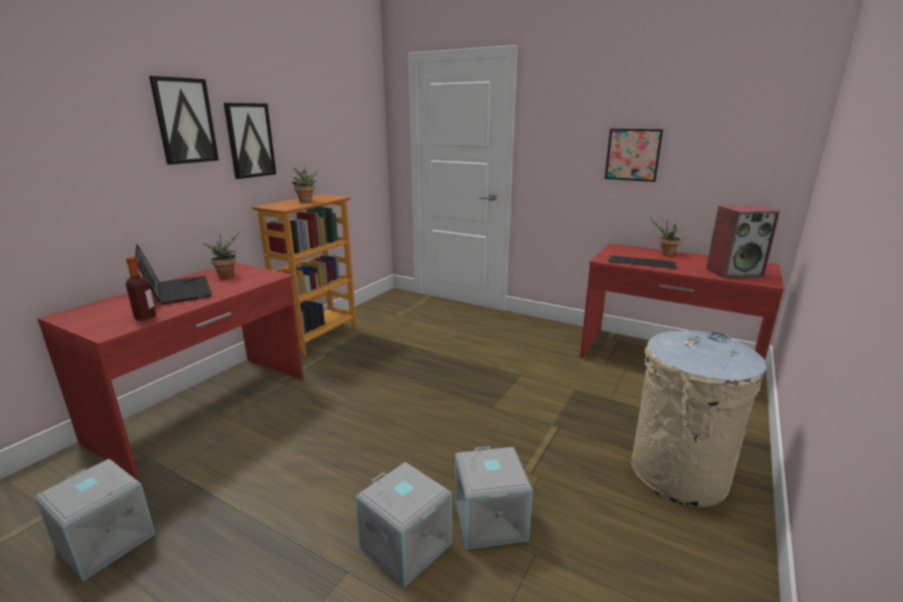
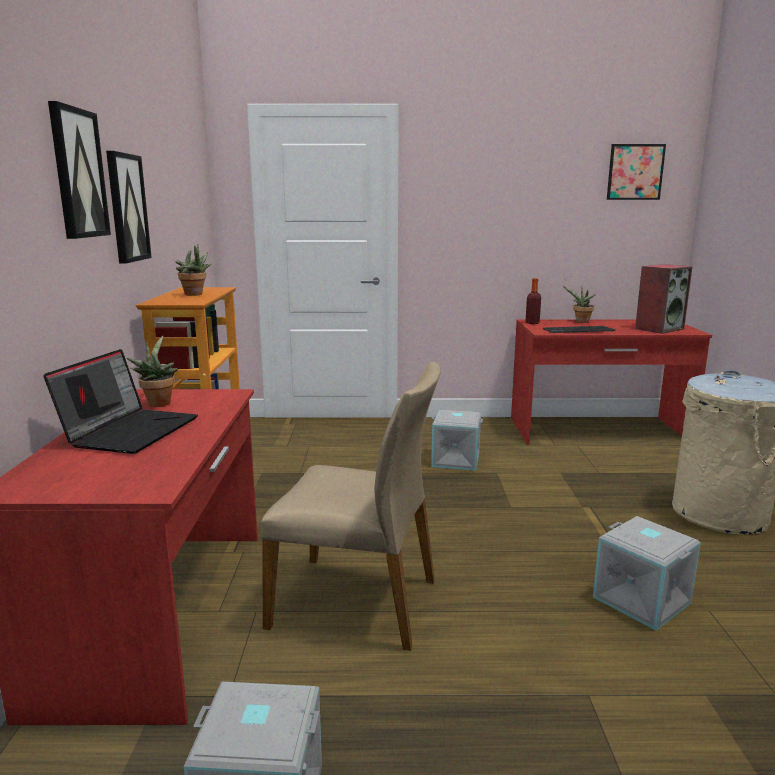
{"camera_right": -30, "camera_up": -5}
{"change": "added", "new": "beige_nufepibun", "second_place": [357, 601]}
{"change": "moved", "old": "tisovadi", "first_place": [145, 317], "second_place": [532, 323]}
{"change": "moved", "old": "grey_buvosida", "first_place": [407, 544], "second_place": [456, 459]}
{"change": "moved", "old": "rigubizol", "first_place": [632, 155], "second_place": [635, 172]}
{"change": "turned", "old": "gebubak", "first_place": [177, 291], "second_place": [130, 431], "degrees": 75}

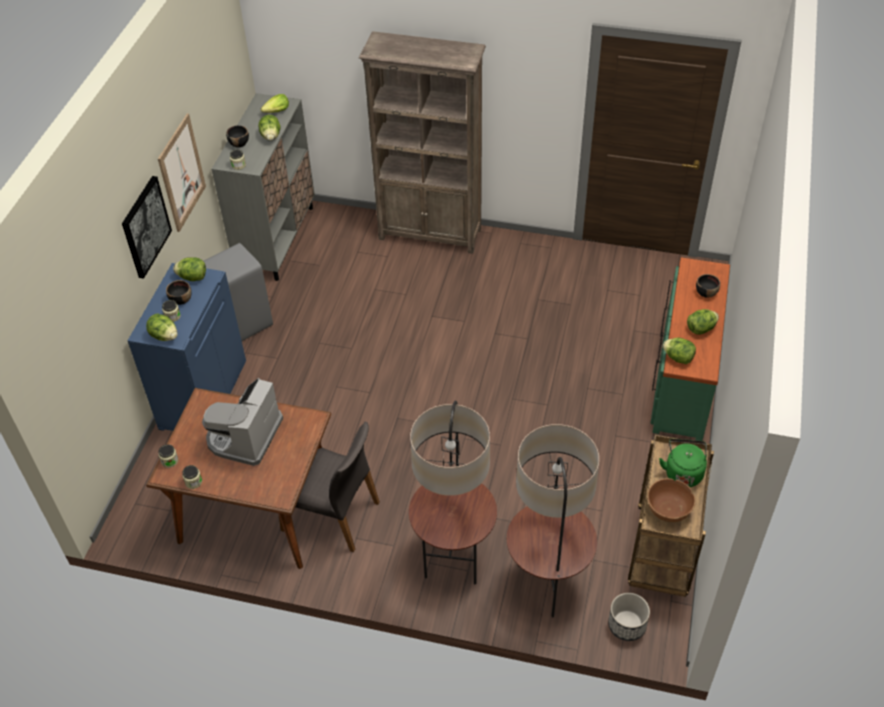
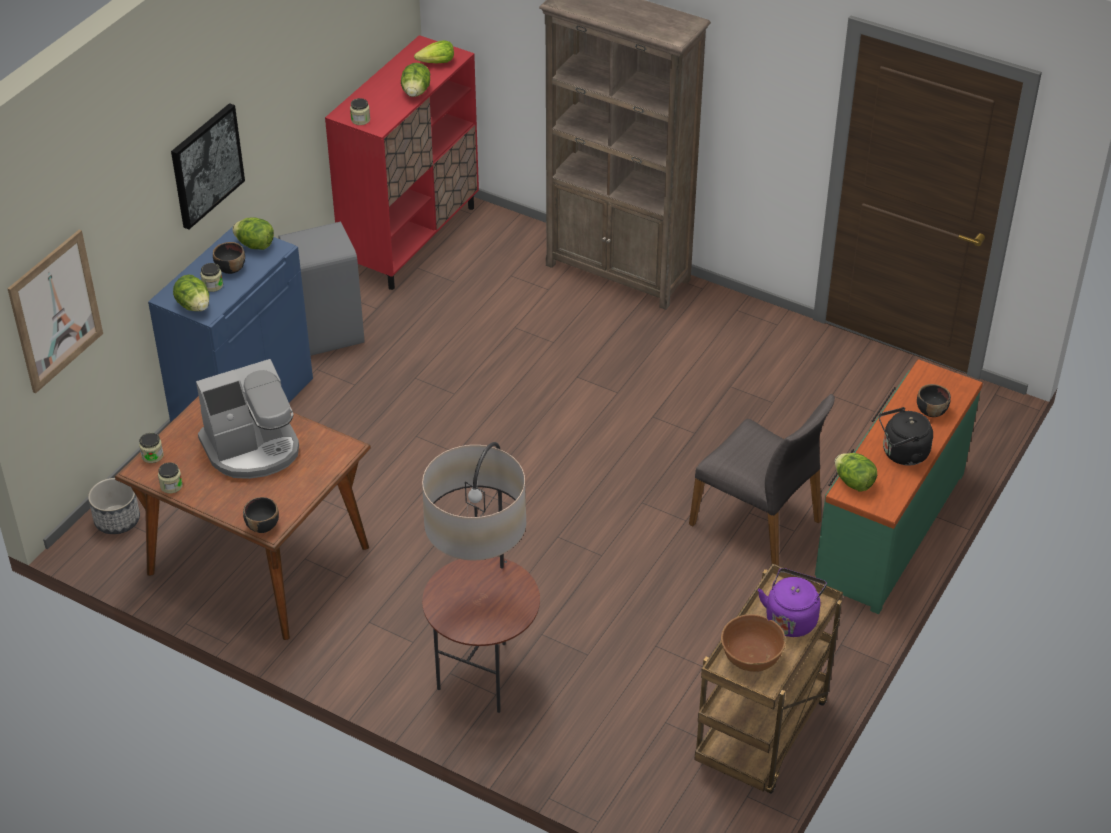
{"camera_right": 15, "camera_up": -5}
{"change": "removed", "old": "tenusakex", "first_place": [547, 585]}
{"change": "moved", "old": "rigubizol", "first_place": [181, 173], "second_place": [55, 311]}
{"change": "moved", "old": "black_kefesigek", "first_place": [239, 143], "second_place": [263, 525]}
{"change": "moved", "old": "grey_nufepibun", "first_place": [332, 515], "second_place": [757, 522]}
{"change": "moved", "old": "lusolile", "first_place": [626, 625], "second_place": [117, 520]}
{"change": "replaced", "old": "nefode", "new": "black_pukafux", "first_place": [700, 329], "second_place": [902, 454]}
{"change": "recoloured", "old": "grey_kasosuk", "new": "red_kasosuk", "first_place": [277, 239], "second_place": [411, 238]}
{"change": "recoloured", "old": "green_pukafux", "new": "purple_pukafux", "first_place": [683, 472], "second_place": [791, 618]}
{"change": "turned", "old": "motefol", "first_place": [244, 436], "second_place": [252, 448], "degrees": -150}

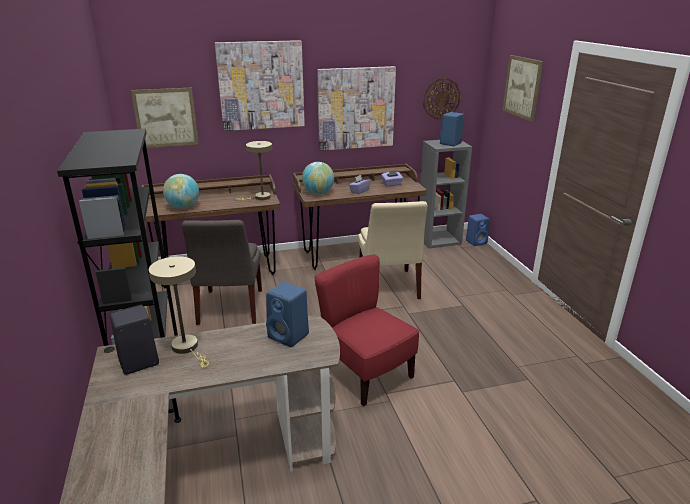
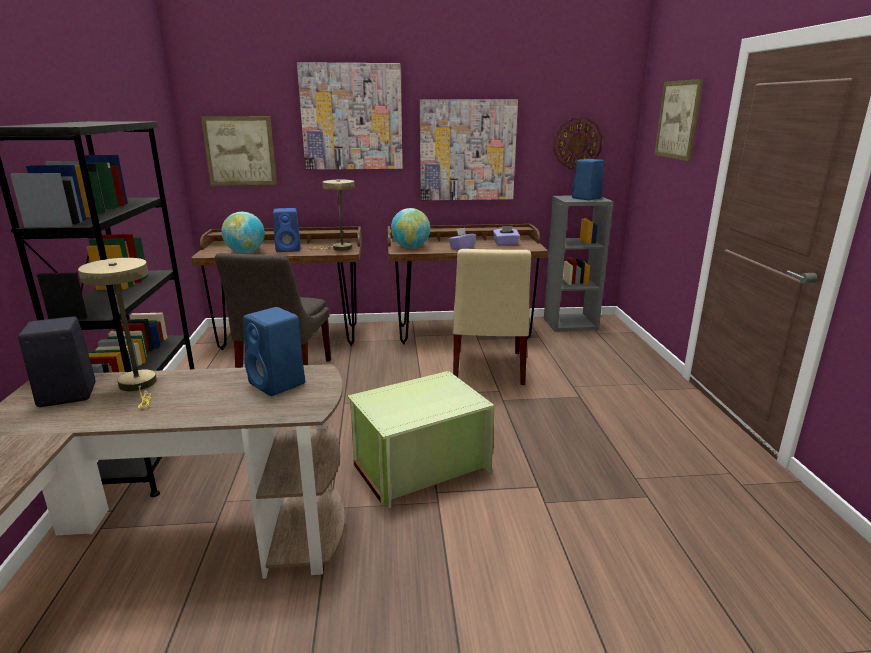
{"camera_right": 10, "camera_up": -5}
{"change": "moved", "old": "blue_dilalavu", "first_place": [476, 242], "second_place": [289, 249]}
{"change": "replaced", "old": "red_nufepibun", "new": "green_buvosida", "first_place": [367, 374], "second_place": [419, 466]}

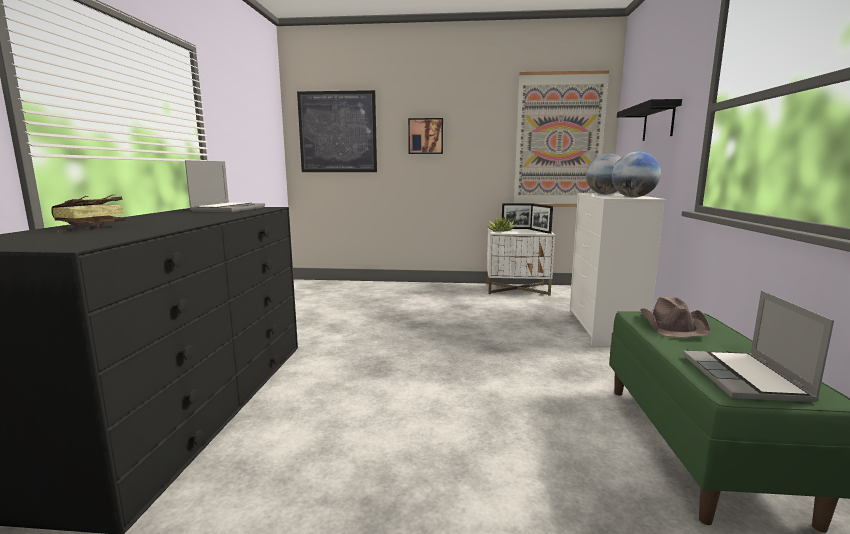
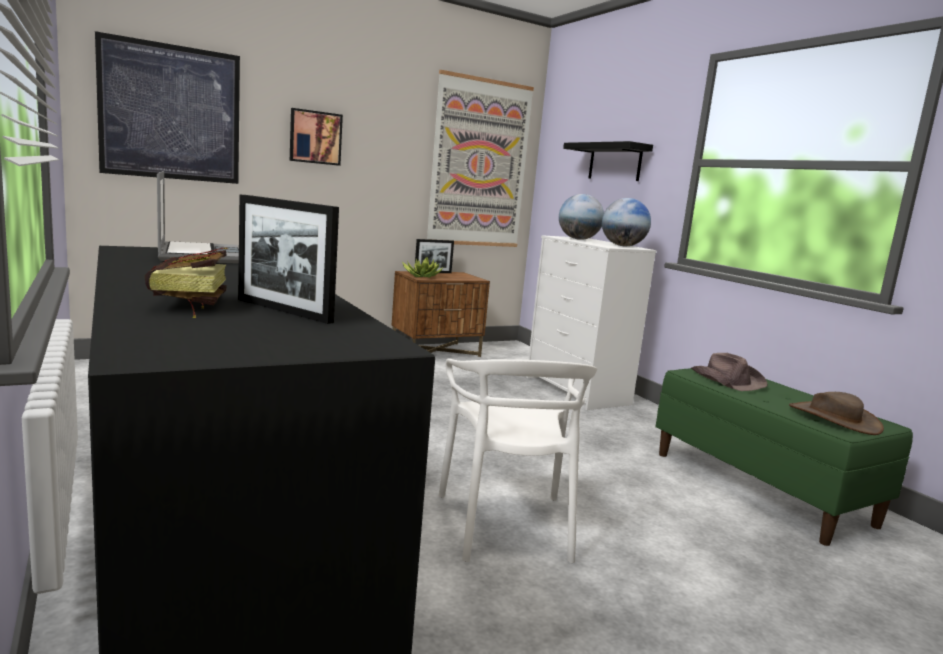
{"camera_right": -35, "camera_up": 0}
{"change": "added", "new": "white_nufepibun", "second_place": [506, 525]}
{"change": "moved", "old": "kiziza", "first_place": [540, 231], "second_place": [283, 310]}
{"change": "replaced", "old": "gebubak", "new": "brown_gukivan", "first_place": [746, 378], "second_place": [834, 419]}
{"change": "recoloured", "old": "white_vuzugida", "new": "brown_vuzugida", "first_place": [517, 289], "second_place": [436, 351]}

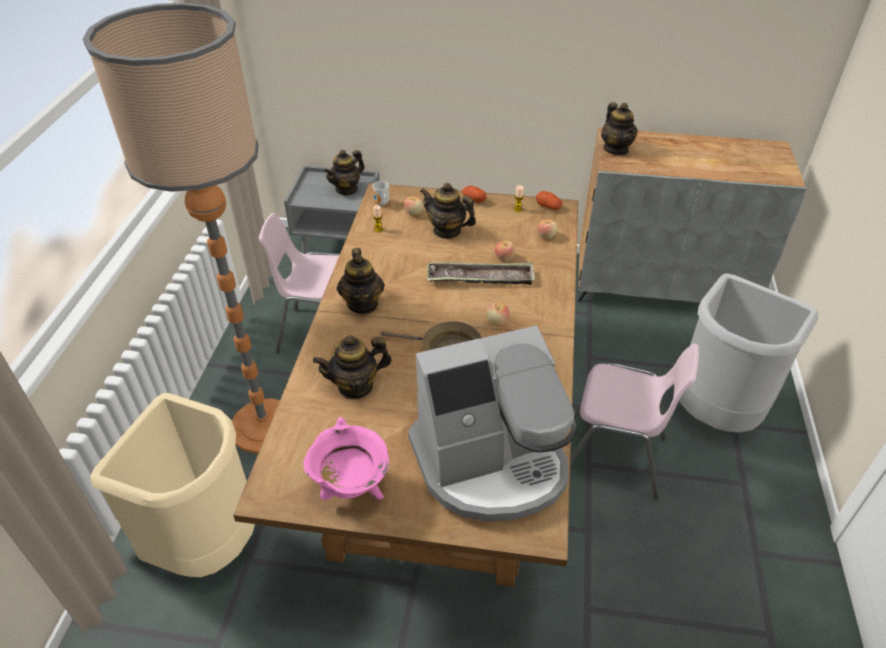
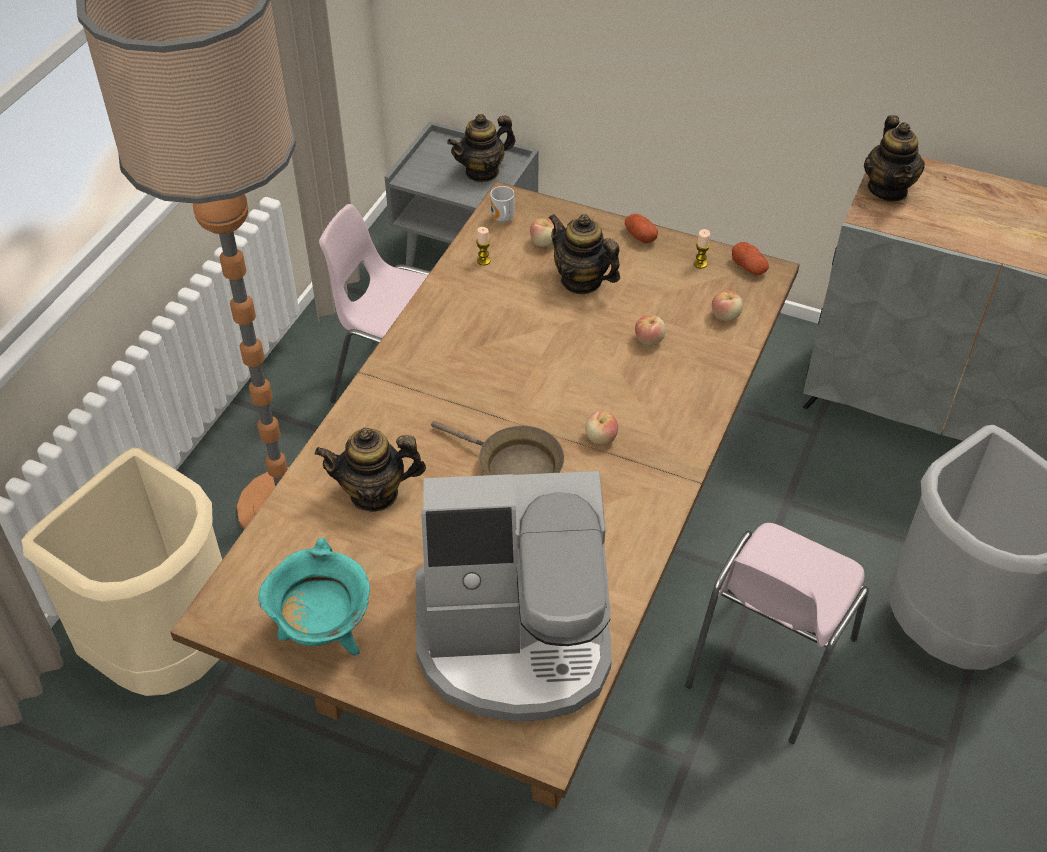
{"camera_right": 15, "camera_up": 5}
{"change": "removed", "old": "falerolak", "first_place": [363, 304]}
{"change": "removed", "old": "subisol", "first_place": [480, 278]}
{"change": "recoloured", "old": "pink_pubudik", "new": "turquoise_pubudik", "first_place": [352, 489], "second_place": [324, 633]}
{"change": "turned", "old": "pink_nufepibun", "first_place": [614, 457], "second_place": [767, 662], "degrees": 90}

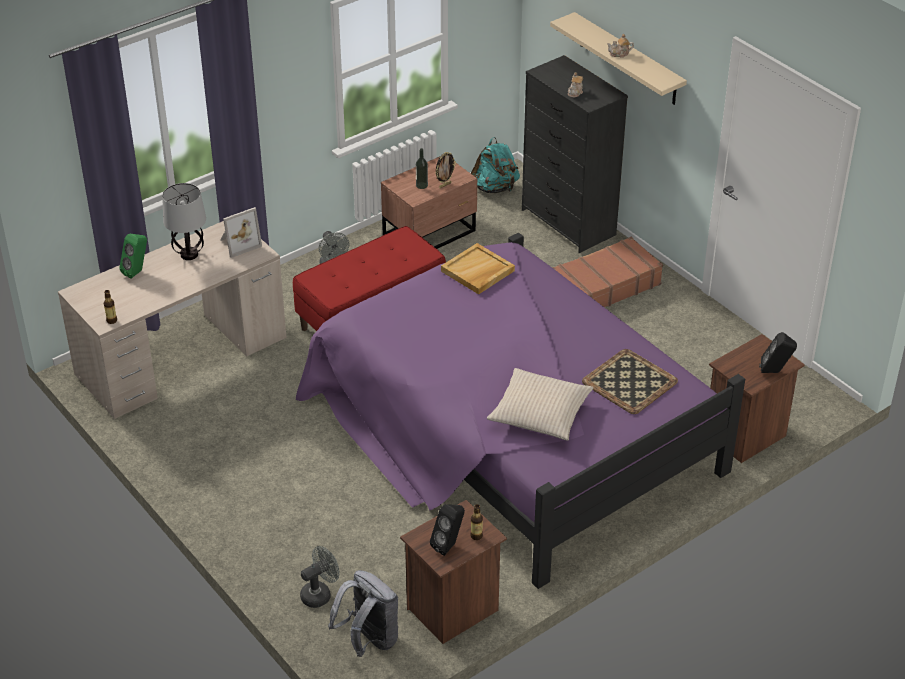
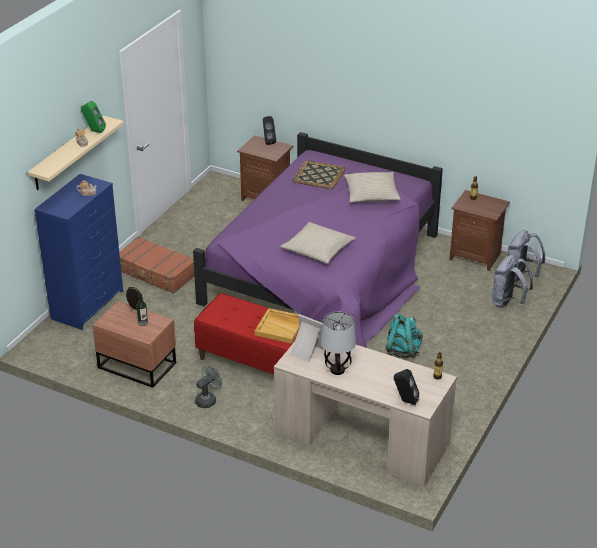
{"camera_right": -115, "camera_up": -5}
{"change": "added", "new": "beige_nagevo", "second_place": [317, 249]}
{"change": "moved", "old": "green_dilalavu", "first_place": [137, 272], "second_place": [94, 131]}
{"change": "moved", "old": "black_dilalavu", "first_place": [449, 545], "second_place": [405, 401]}
{"change": "moved", "old": "beige_subisol", "first_place": [477, 271], "second_place": [280, 327]}
{"change": "moved", "old": "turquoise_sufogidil", "first_place": [495, 188], "second_place": [403, 350]}
{"change": "replaced", "old": "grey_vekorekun", "new": "grey_sufogidil", "first_place": [320, 594], "second_place": [508, 302]}
{"change": "recoloured", "old": "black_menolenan", "new": "blue_menolenan", "first_place": [569, 223], "second_place": [88, 304]}

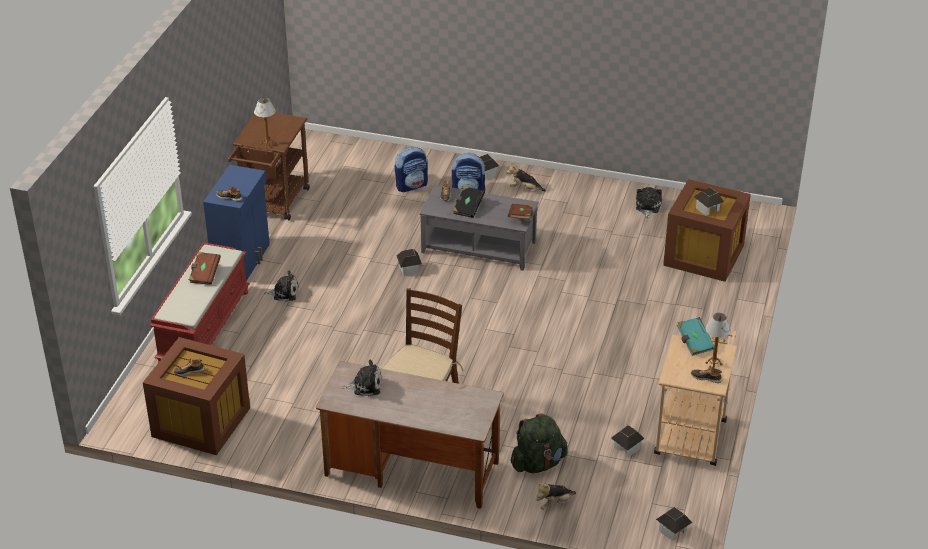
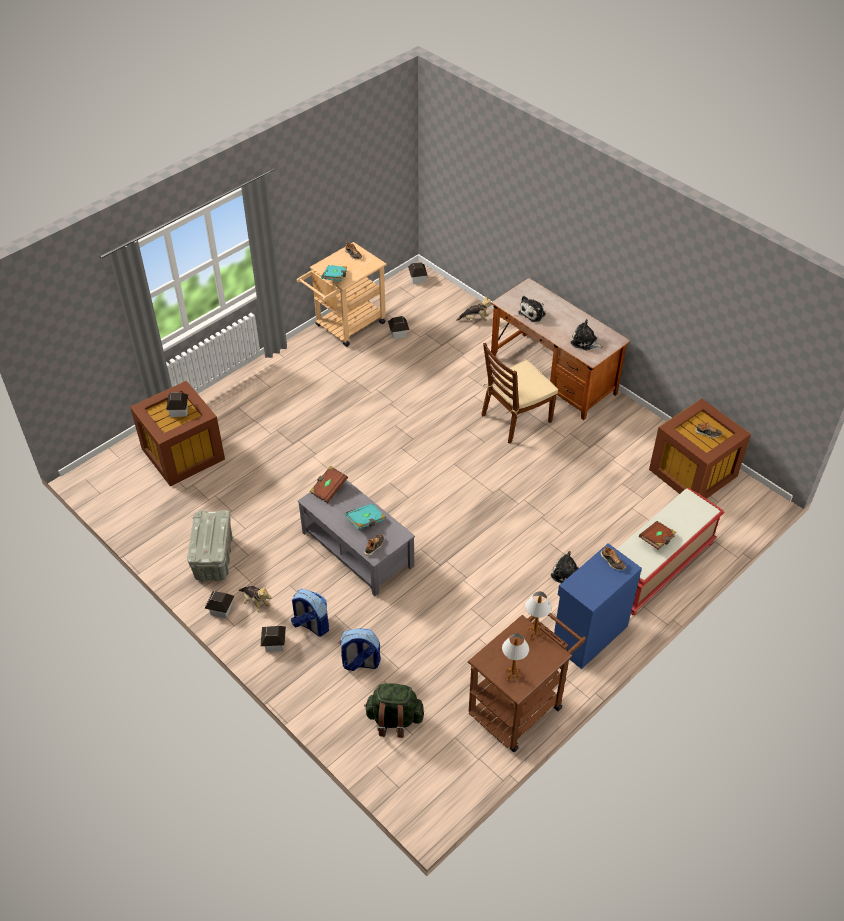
{"camera_right": -150, "camera_up": 10}
{"change": "added", "new": "grey_buvosida", "second_place": [214, 558]}
{"change": "moved", "old": "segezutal", "first_place": [409, 269], "second_place": [221, 609]}
{"change": "moved", "old": "green_sufogidil", "first_place": [538, 463], "second_place": [394, 719]}
{"change": "moved", "old": "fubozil", "first_place": [647, 207], "second_place": [533, 313]}
{"change": "moved", "old": "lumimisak", "first_place": [713, 364], "second_place": [512, 674]}
{"change": "recoloured", "old": "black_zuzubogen", "new": "turquoise_zuzubogen", "first_place": [468, 208], "second_place": [366, 521]}

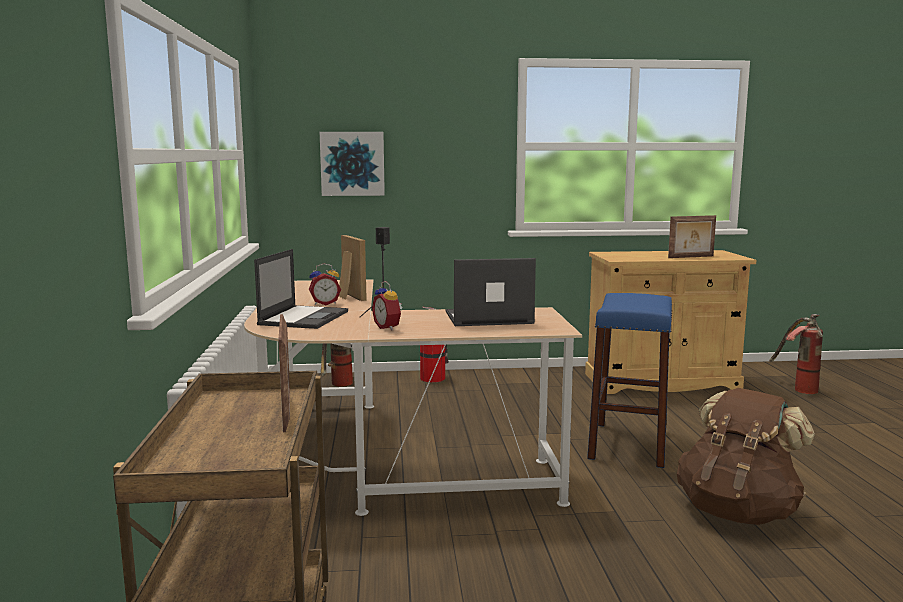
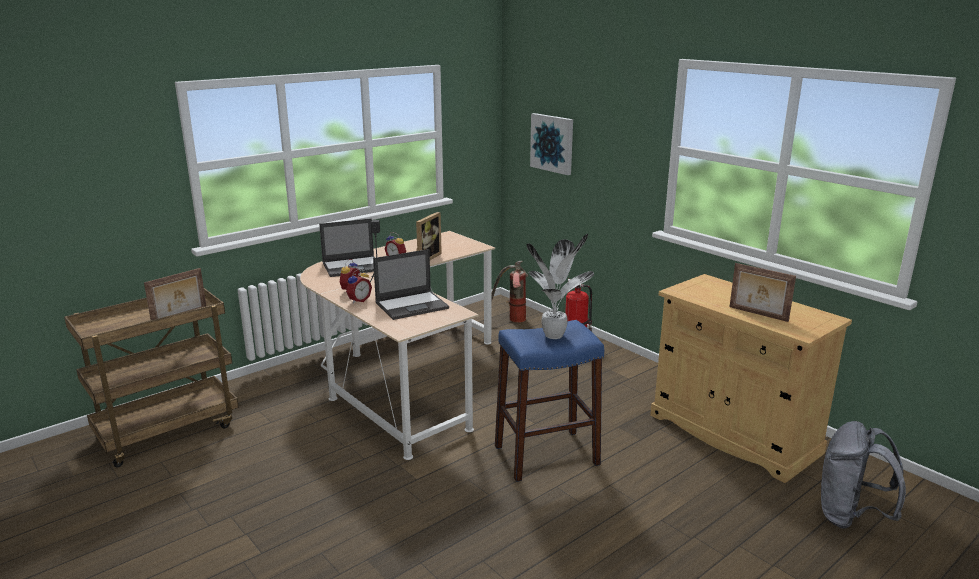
{"camera_right": 55, "camera_up": 10}
{"change": "removed", "old": "brown_sufogidil", "first_place": [738, 512]}
{"change": "added", "new": "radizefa", "second_place": [358, 300]}
{"change": "added", "new": "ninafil", "second_place": [555, 336]}
{"change": "replaced", "old": "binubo", "new": "grey_sufogidil", "first_place": [796, 388], "second_place": [850, 516]}
{"change": "turned", "old": "gebubak", "first_place": [487, 318], "second_place": [412, 305], "degrees": 105}

